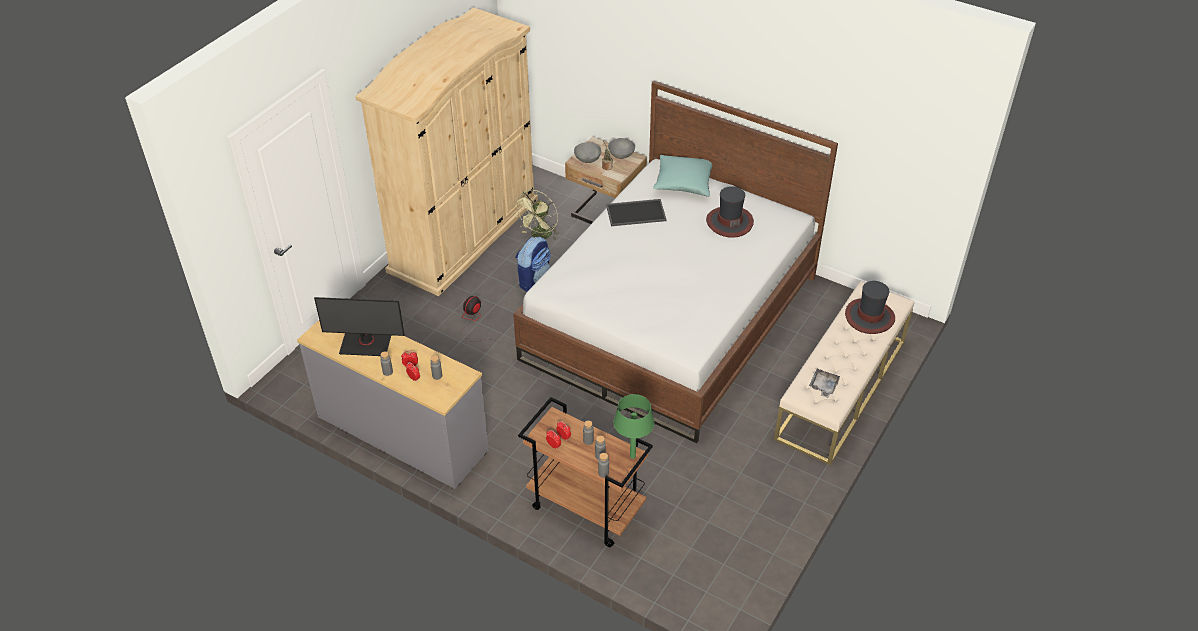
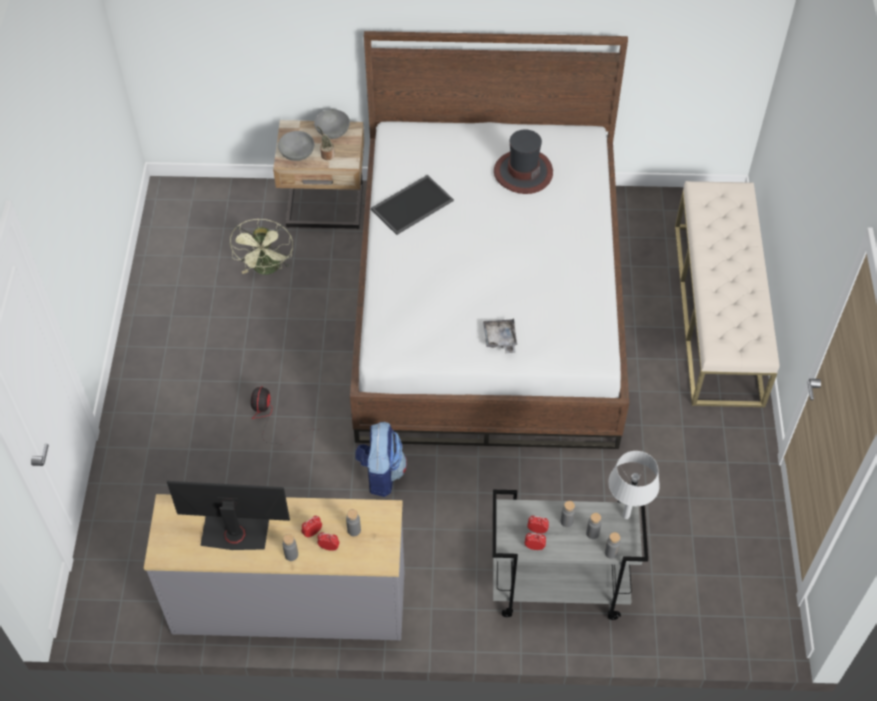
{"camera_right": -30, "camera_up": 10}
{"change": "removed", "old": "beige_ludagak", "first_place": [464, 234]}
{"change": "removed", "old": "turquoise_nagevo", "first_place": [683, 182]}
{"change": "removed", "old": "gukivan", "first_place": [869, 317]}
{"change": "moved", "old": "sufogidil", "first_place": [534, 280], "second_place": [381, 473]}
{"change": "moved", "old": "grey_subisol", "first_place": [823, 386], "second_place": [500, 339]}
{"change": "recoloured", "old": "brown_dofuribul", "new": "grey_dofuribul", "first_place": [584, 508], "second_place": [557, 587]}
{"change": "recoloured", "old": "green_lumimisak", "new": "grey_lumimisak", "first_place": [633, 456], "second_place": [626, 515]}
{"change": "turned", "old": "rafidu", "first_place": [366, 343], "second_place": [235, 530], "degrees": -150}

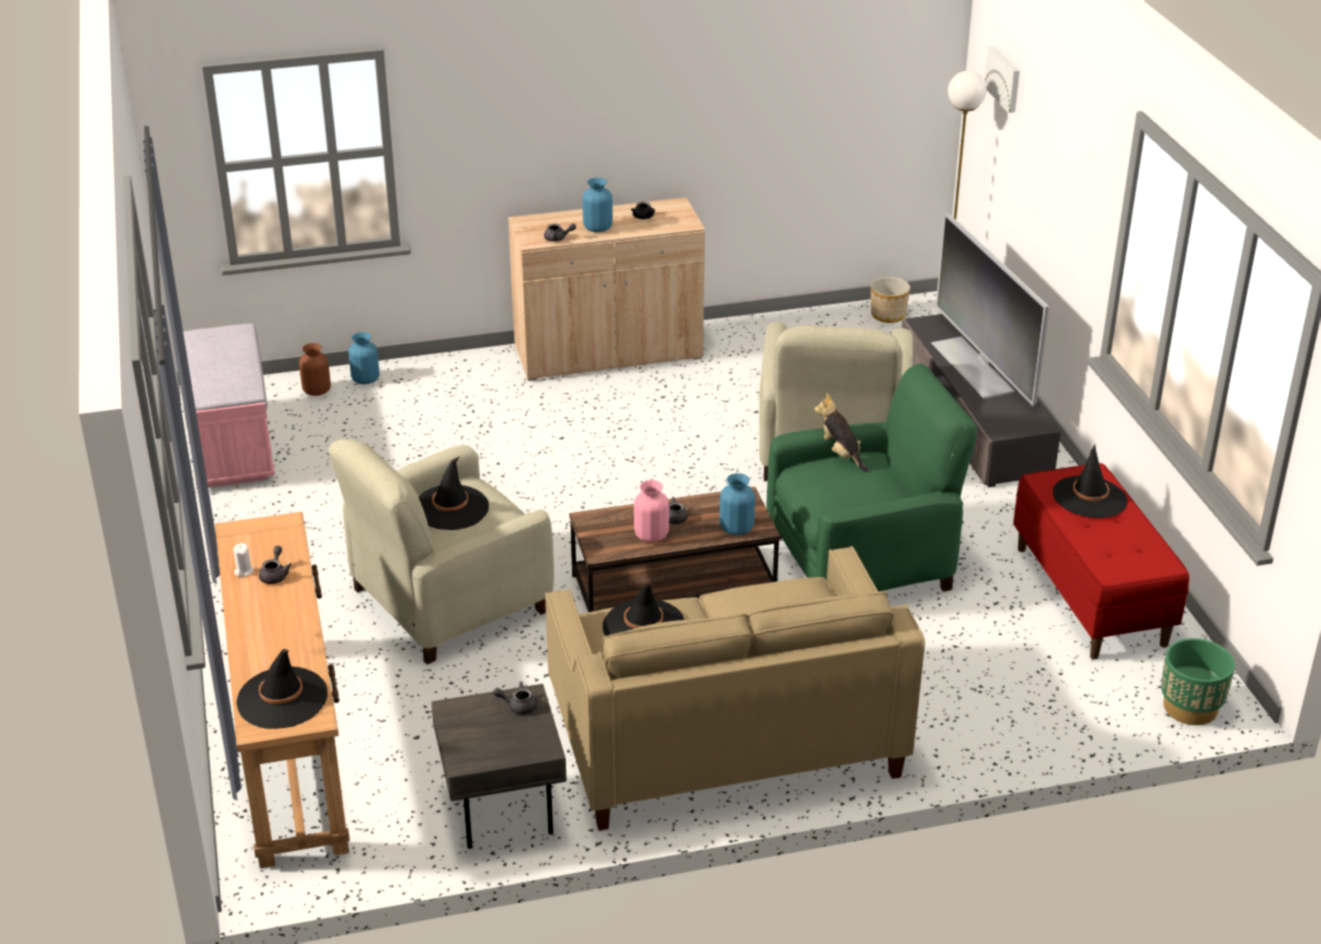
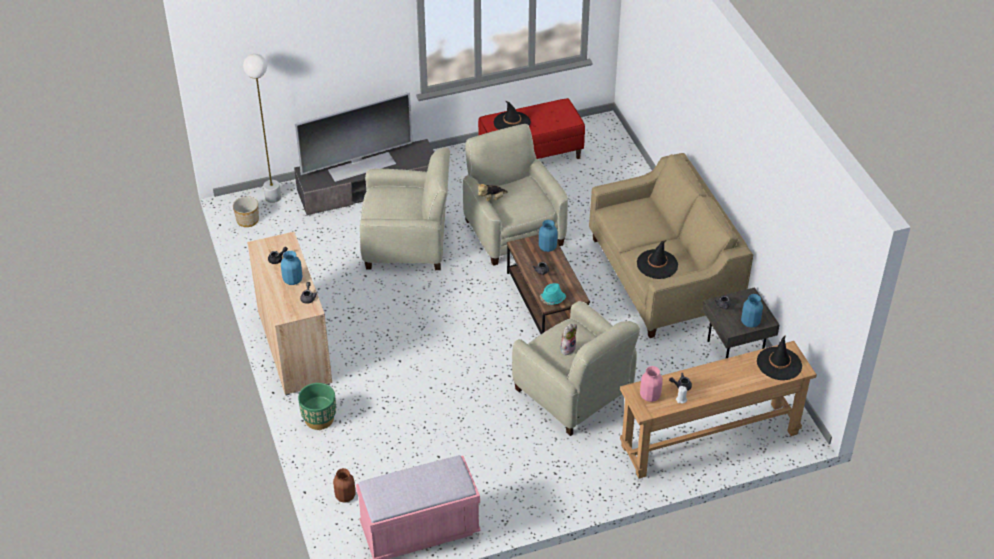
{"camera_right": -95, "camera_up": 10}
{"change": "removed", "old": "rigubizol", "first_place": [1004, 78]}
{"change": "added", "new": "turquoise_gukivan", "second_place": [552, 299]}
{"change": "moved", "old": "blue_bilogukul", "first_place": [365, 379], "second_place": [750, 322]}
{"change": "moved", "old": "pink_bilogukul", "first_place": [651, 535], "second_place": [650, 395]}
{"change": "moved", "old": "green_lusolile", "first_place": [1190, 708], "second_place": [319, 419]}
{"change": "replaced", "old": "black_gukivan", "new": "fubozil", "first_place": [451, 508], "second_place": [567, 348]}
{"change": "recoloured", "old": "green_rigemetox", "new": "beige_rigemetox", "first_place": [862, 561], "second_place": [513, 231]}

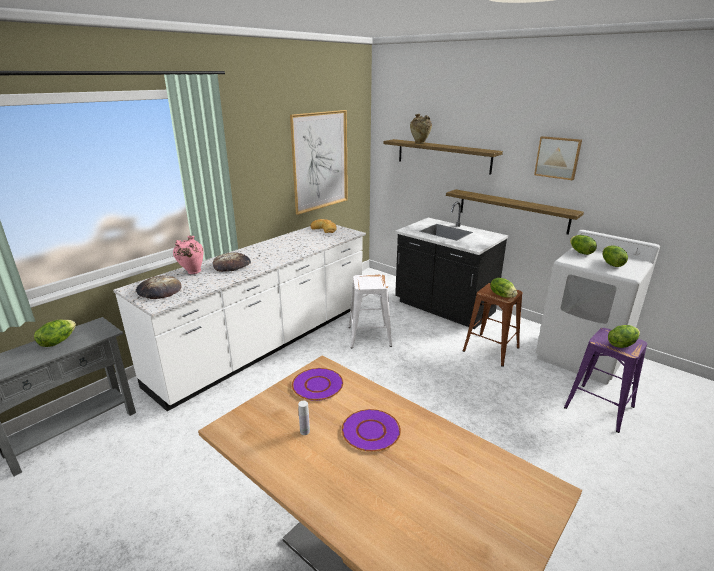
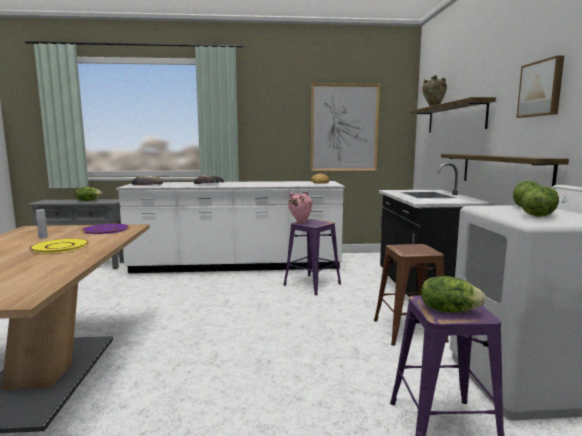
{"camera_right": 45, "camera_up": -15}
{"change": "removed", "old": "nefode", "first_place": [502, 295]}
{"change": "moved", "old": "pink_bilogukul", "first_place": [192, 272], "second_place": [300, 222]}
{"change": "recoloured", "old": "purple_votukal", "new": "yellow_votukal", "first_place": [370, 431], "second_place": [60, 246]}
{"change": "recoloured", "old": "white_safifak", "new": "purple_safifak", "first_place": [368, 336], "second_place": [311, 284]}

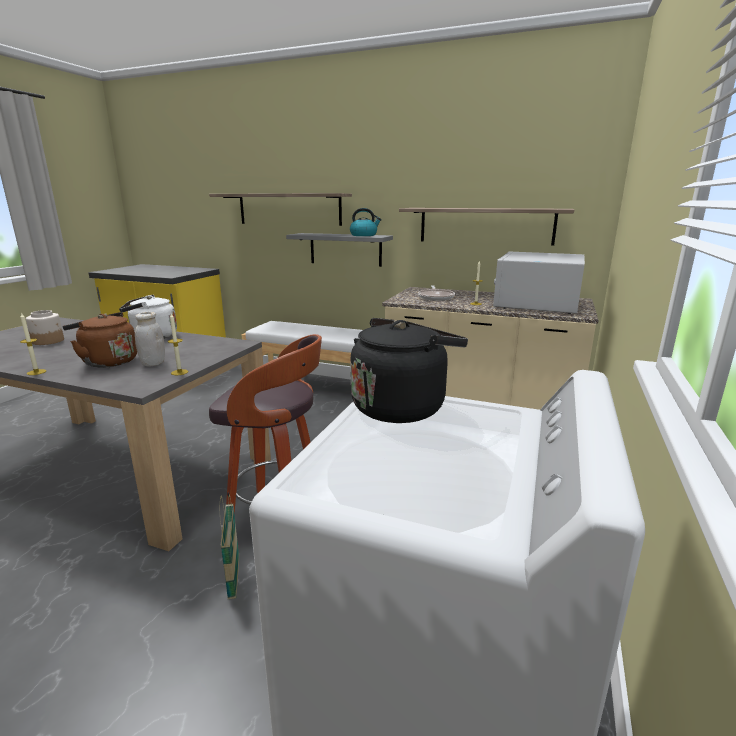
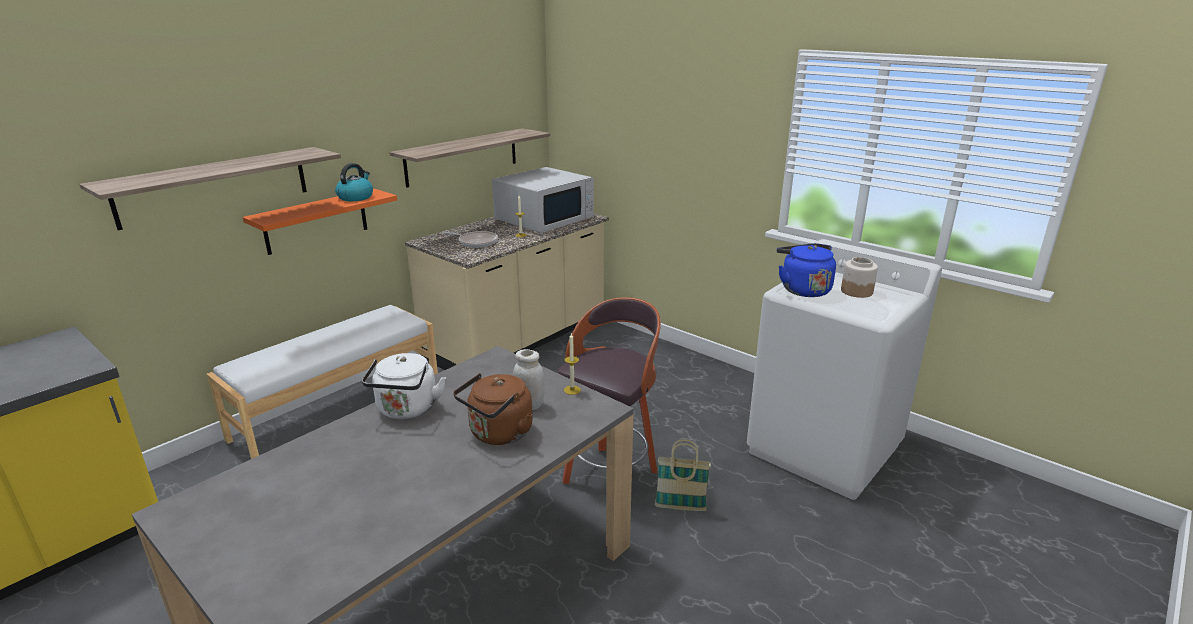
{"camera_right": -70, "camera_up": 5}
{"change": "removed", "old": "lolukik", "first_place": [36, 372]}
{"change": "moved", "old": "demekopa", "first_place": [48, 341], "second_place": [856, 291]}
{"change": "recoloured", "old": "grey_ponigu", "new": "orange_ponigu", "first_place": [345, 249], "second_place": [316, 221]}
{"change": "recoloured", "old": "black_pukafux", "new": "blue_pukafux", "first_place": [401, 407], "second_place": [803, 289]}
{"change": "turned", "old": "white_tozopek", "first_place": [536, 304], "second_place": [545, 219], "degrees": -90}

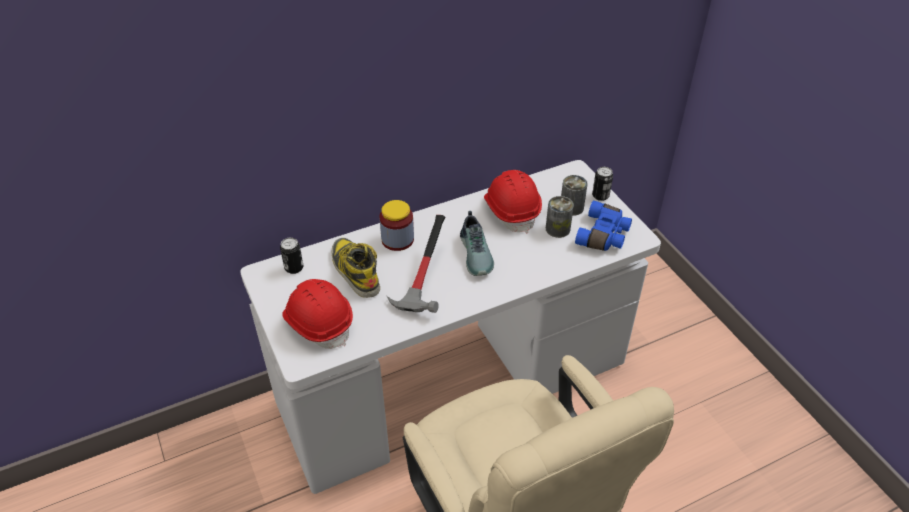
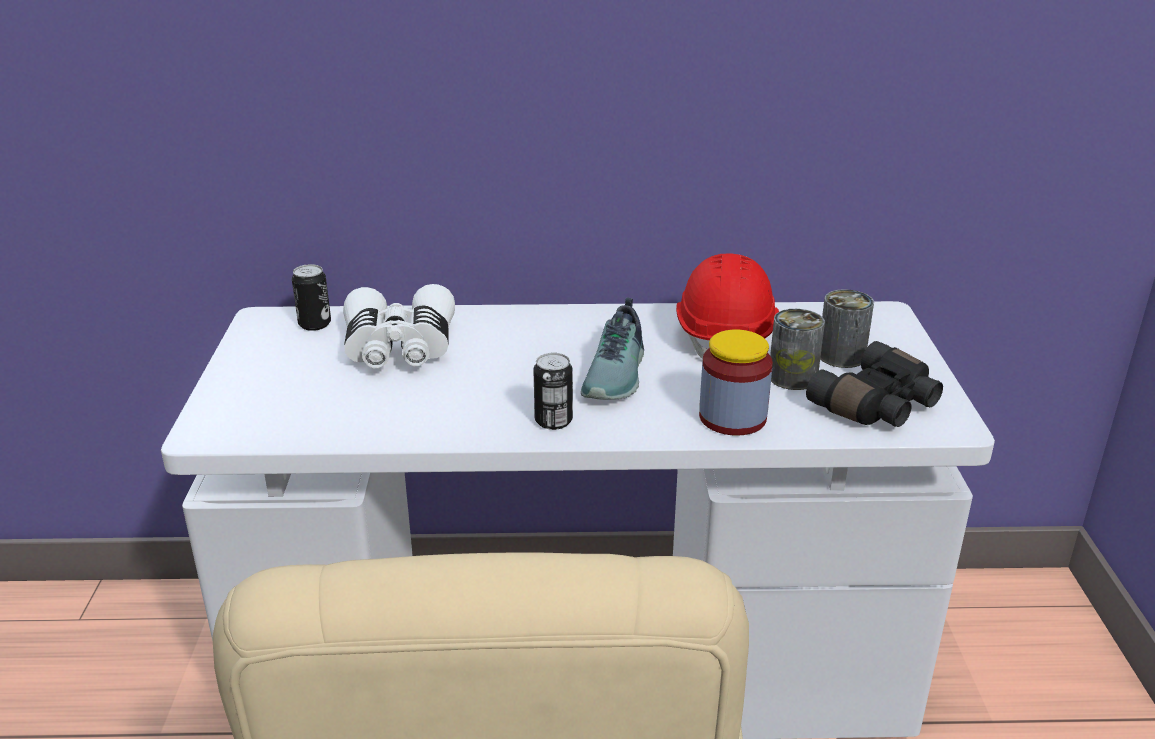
{"camera_right": 25, "camera_up": -15}
{"change": "removed", "old": "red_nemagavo", "first_place": [319, 323]}
{"change": "removed", "old": "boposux", "first_place": [427, 285]}
{"change": "moved", "old": "demekopa", "first_place": [397, 240], "second_place": [732, 418]}
{"change": "moved", "old": "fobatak", "first_place": [600, 196], "second_place": [553, 421]}
{"change": "replaced", "old": "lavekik", "new": "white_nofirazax", "first_place": [354, 271], "second_place": [399, 348]}
{"change": "recoloured", "old": "blue_nofirazax", "new": "black_nofirazax", "first_place": [604, 235], "second_place": [878, 406]}

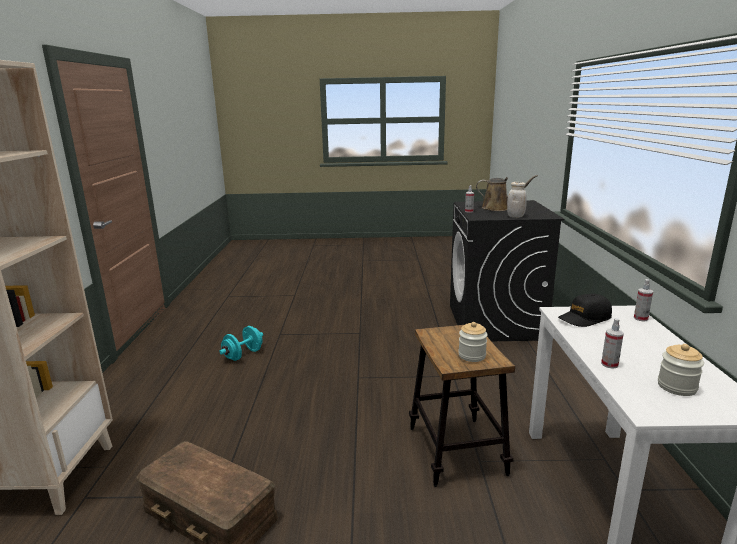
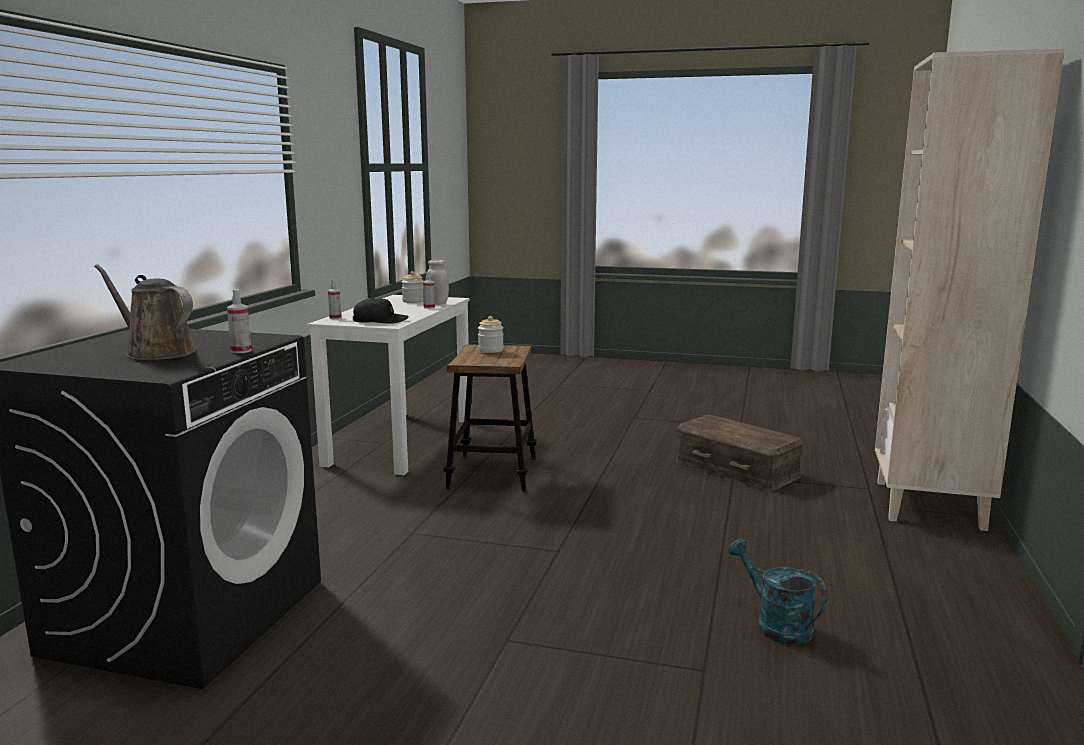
{"camera_right": -165, "camera_up": -5}
{"change": "moved", "old": "white_demekopa", "first_place": [515, 216], "second_place": [437, 303]}
{"change": "replaced", "old": "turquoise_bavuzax", "new": "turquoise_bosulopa", "first_place": [243, 355], "second_place": [775, 624]}

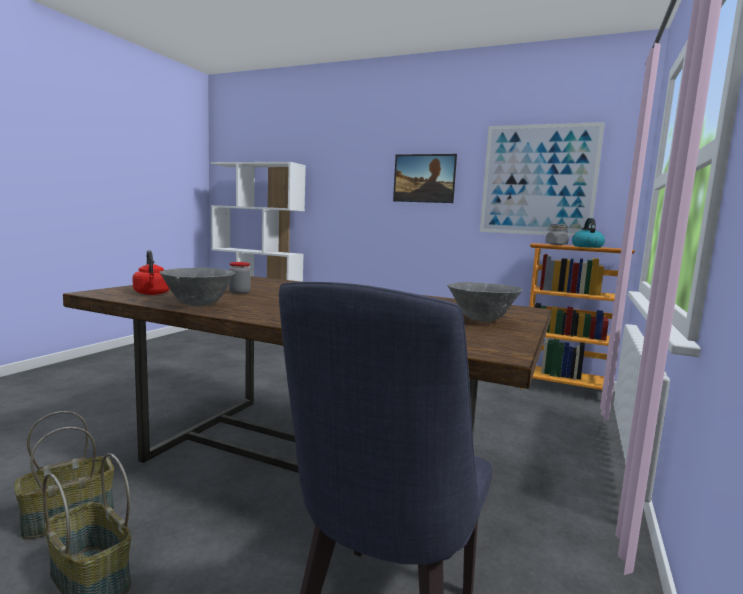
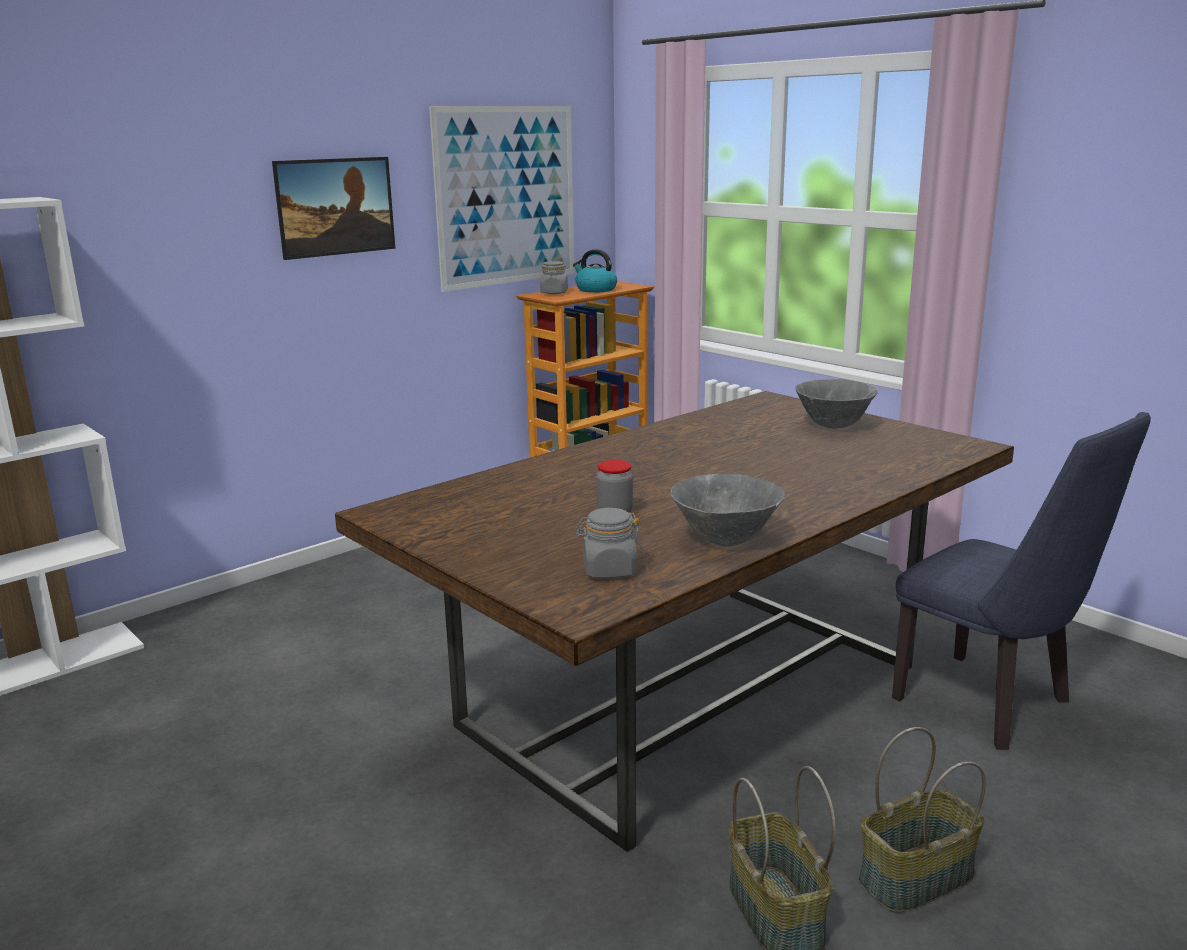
{"camera_right": -65, "camera_up": 10}
{"change": "replaced", "old": "red_pukafux", "new": "grey_demekopa", "first_place": [152, 294], "second_place": [609, 570]}

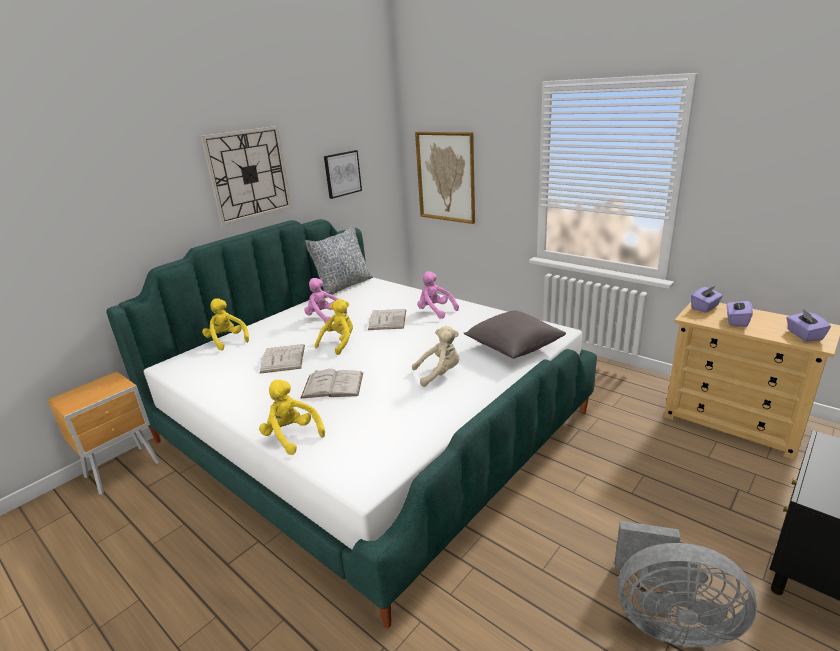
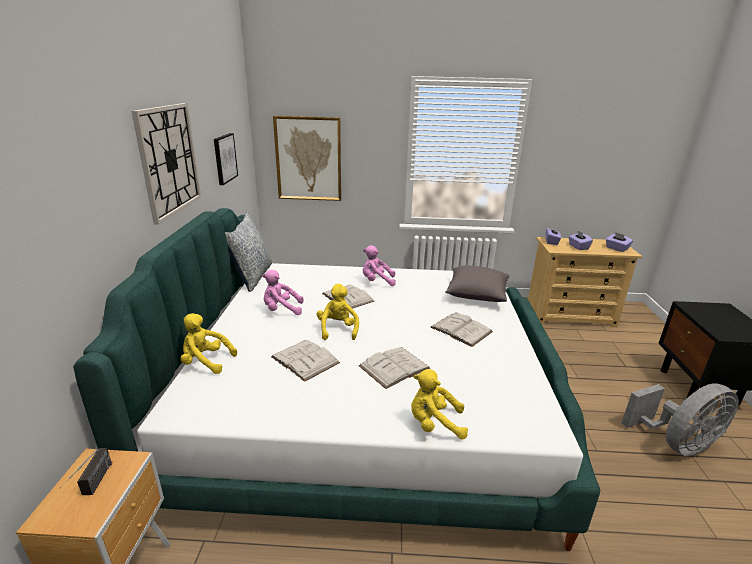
{"camera_right": -40, "camera_up": 0}
{"change": "added", "new": "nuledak", "second_place": [93, 487]}
{"change": "replaced", "old": "beige_fubozil", "new": "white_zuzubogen", "first_place": [439, 374], "second_place": [461, 329]}

